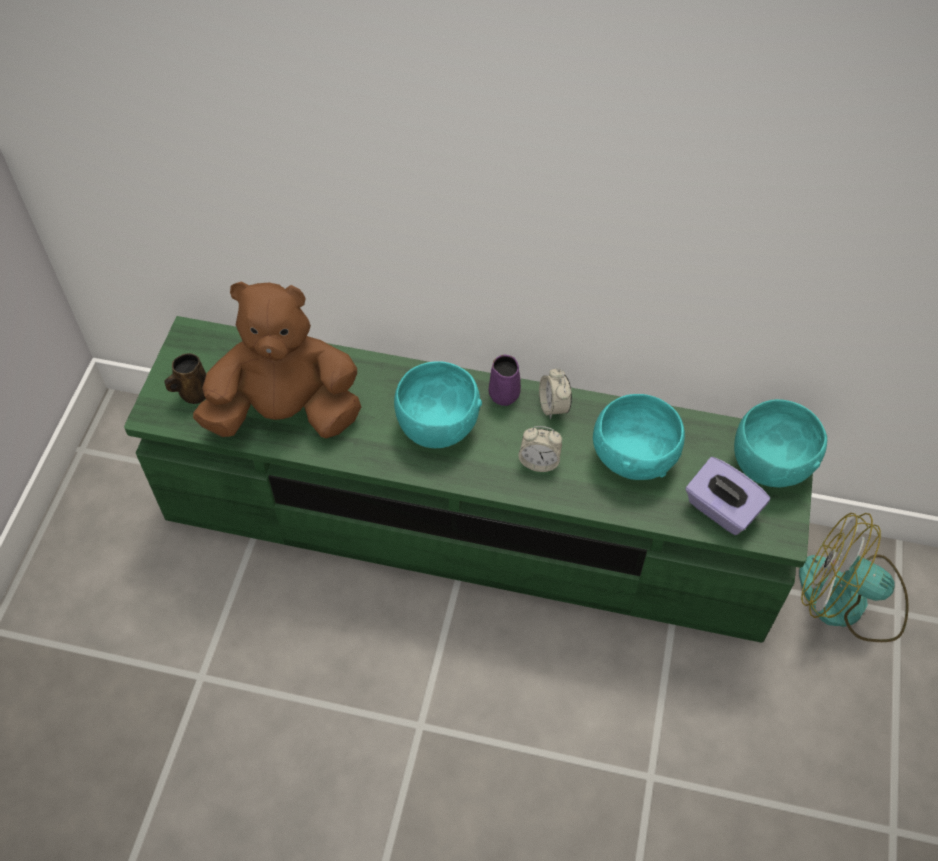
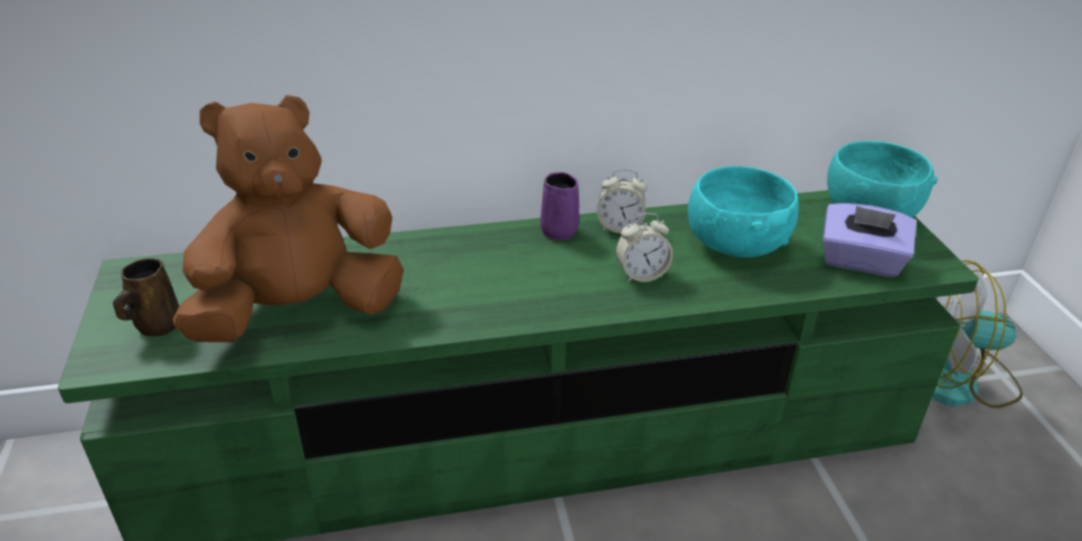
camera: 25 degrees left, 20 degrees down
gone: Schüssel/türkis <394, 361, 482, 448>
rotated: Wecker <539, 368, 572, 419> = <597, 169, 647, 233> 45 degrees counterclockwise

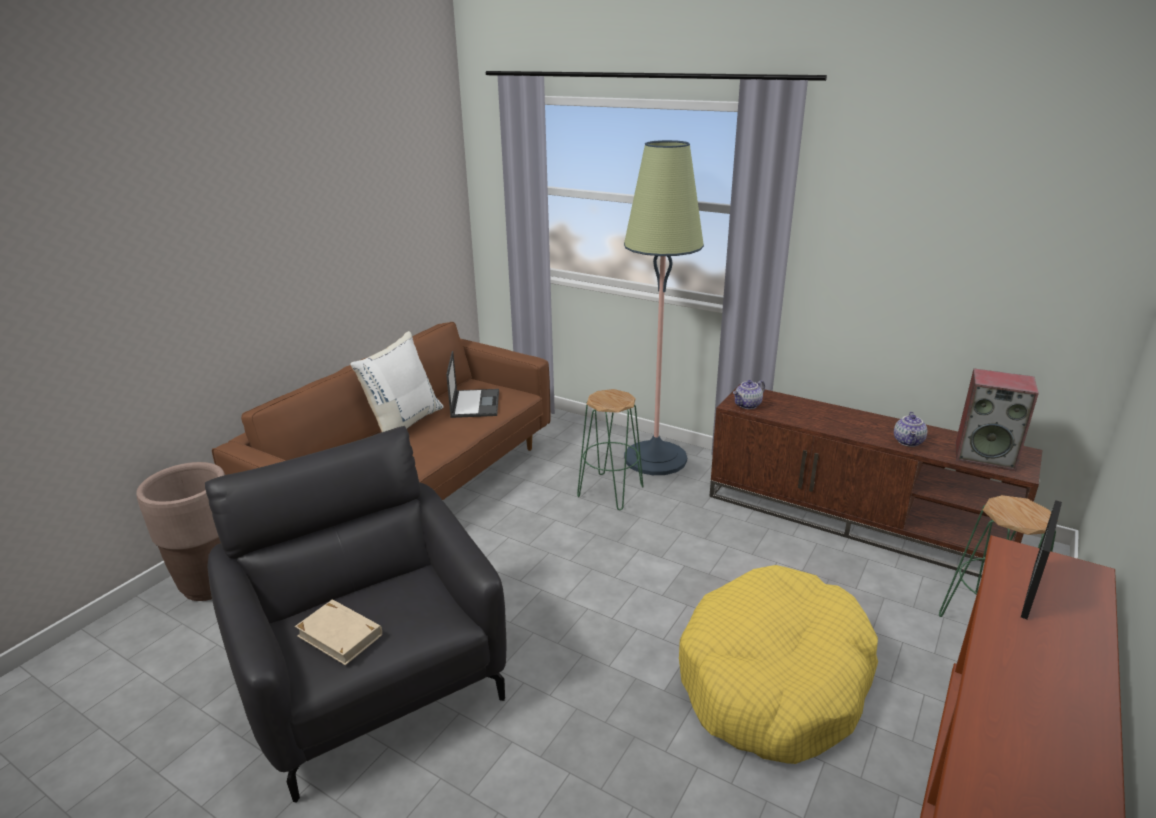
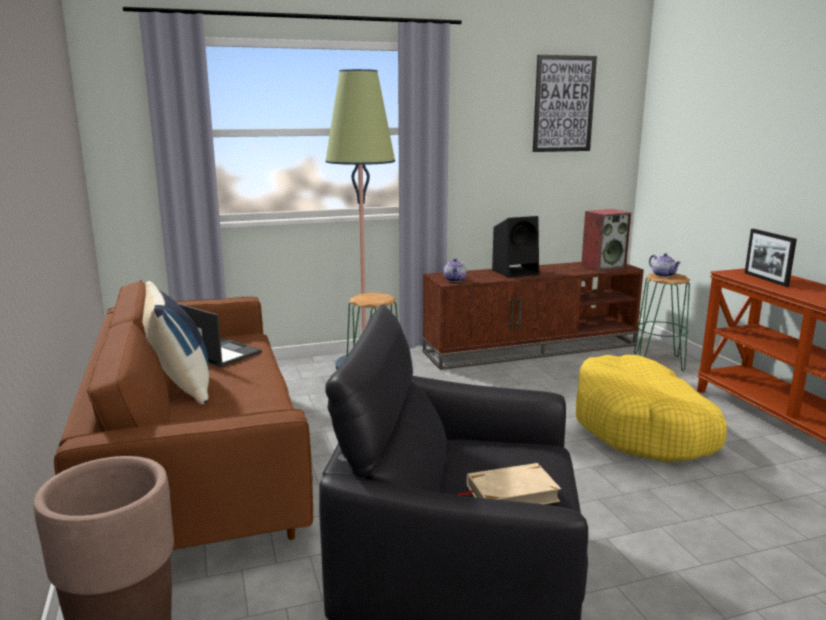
camera: 50 degrees left, 10 degrees down
new: Lautsprecher/schwarz <492, 216, 539, 278>; Bild <533, 55, 597, 152>
shifted: Teekanne <894, 412, 927, 447> to <649, 253, 681, 277>
repainted: Kissen/weiß <350, 331, 444, 432> to Kissen/blau <143, 281, 209, 405>

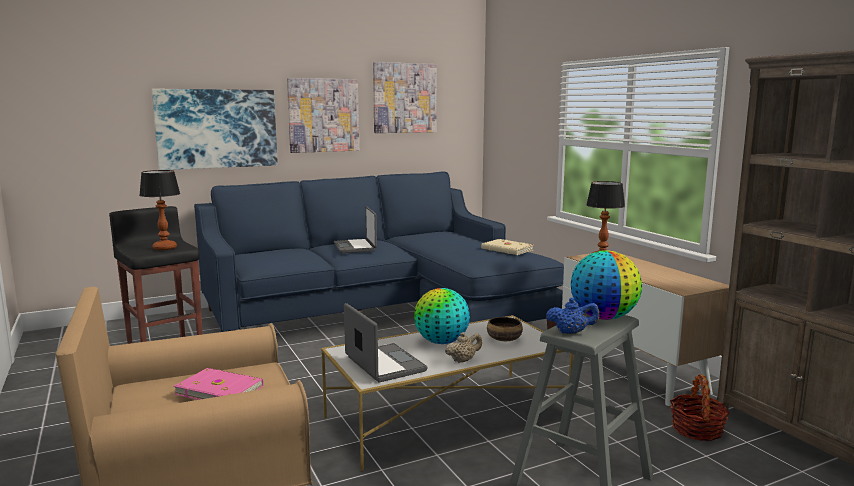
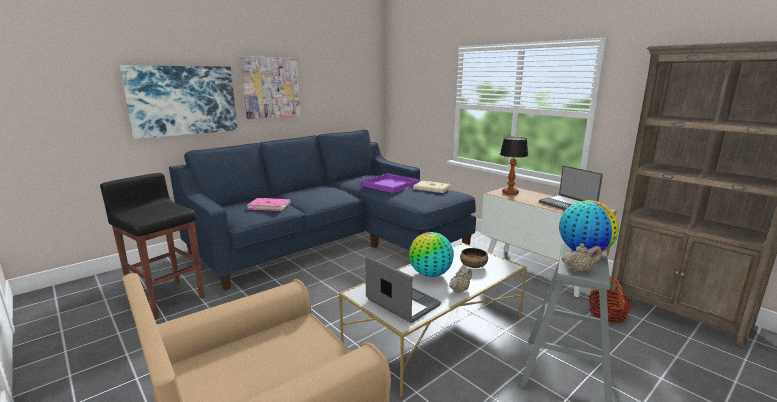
camera: 15 degrees left, 5 degrees up
gone: Tischlampe <139, 170, 180, 250>; Bild <373, 62, 437, 133>
new: Tablett/lila <360, 173, 421, 193>
shifted: Buch/rosa <174, 368, 264, 400> to <247, 198, 291, 211>; Laptop <334, 207, 377, 253> to <539, 165, 603, 210>
repainted: Teekanne/blau <546, 298, 599, 334> to Teekanne/beige <562, 243, 602, 272>

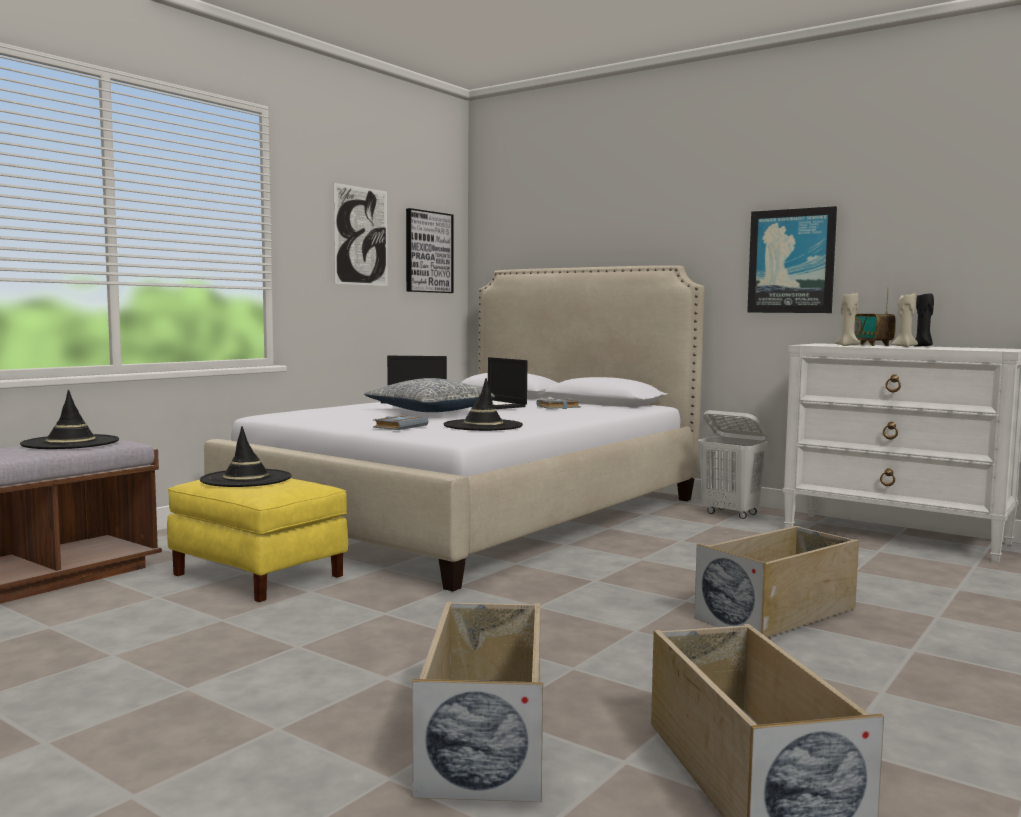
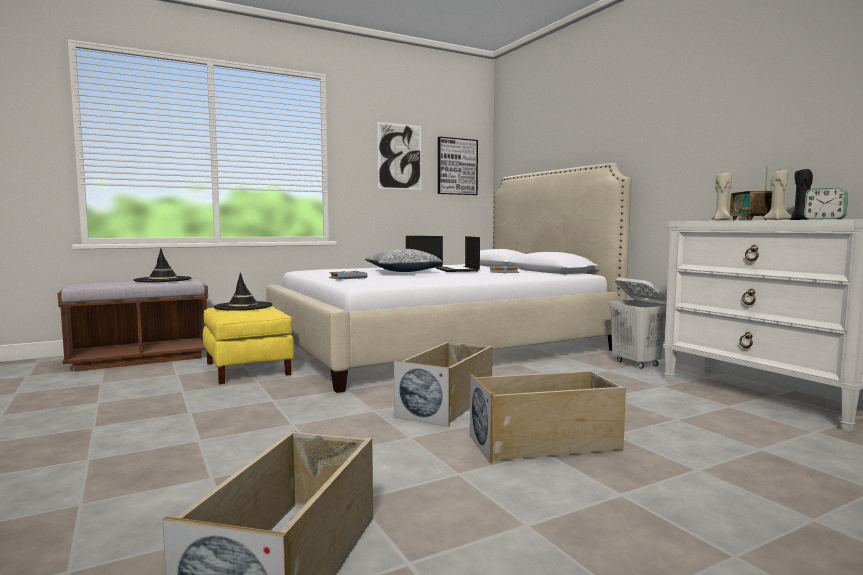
camera: 25 degrees right, 0 degrees up
gone: Hut/schwarz <444, 378, 523, 431>; Bild <747, 206, 837, 313>
new: Wecker <804, 187, 848, 220>
shifted: Aufbewahrungsbox/beige <412, 601, 543, 802> to <394, 341, 493, 427>

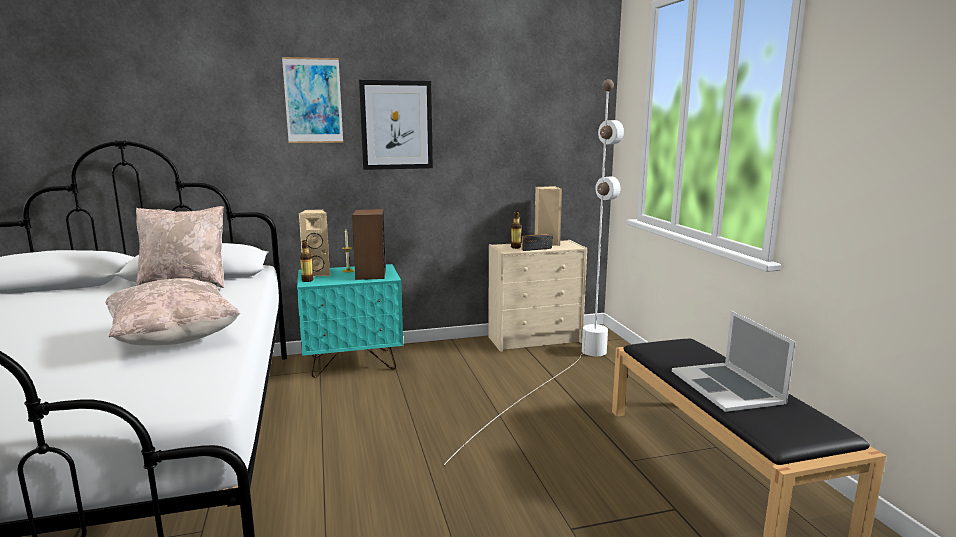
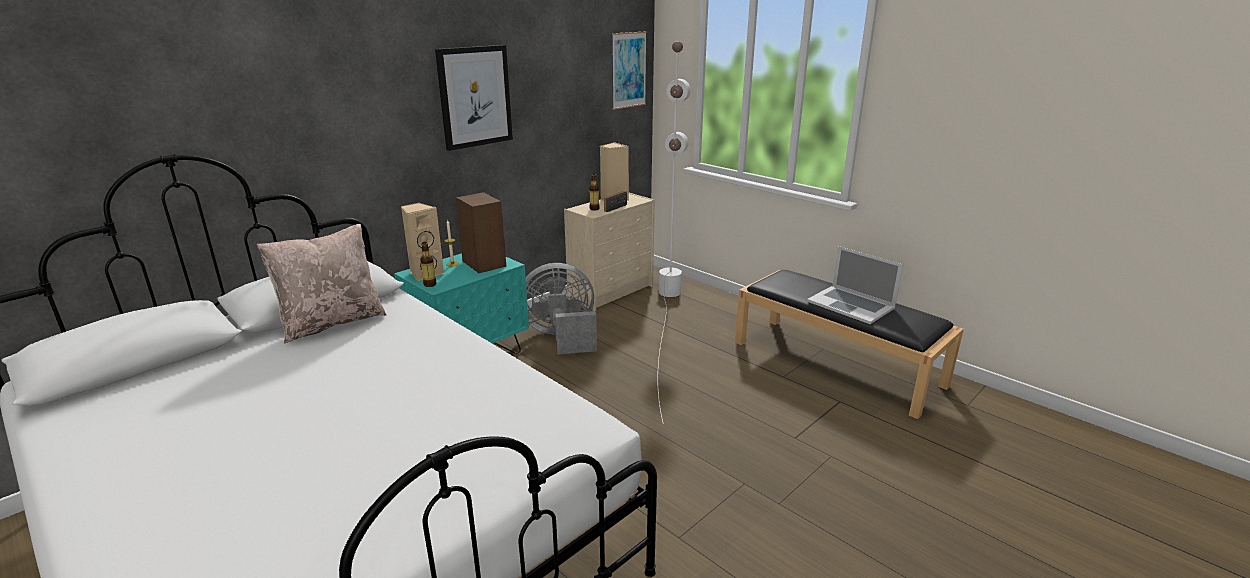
camera: 30 degrees left, 10 degrees up
gone: Kissen/beige <105, 278, 240, 346>
new: Ventilator/grau <526, 263, 597, 354>
shifted: Bild <282, 57, 343, 143> to <612, 31, 647, 110>

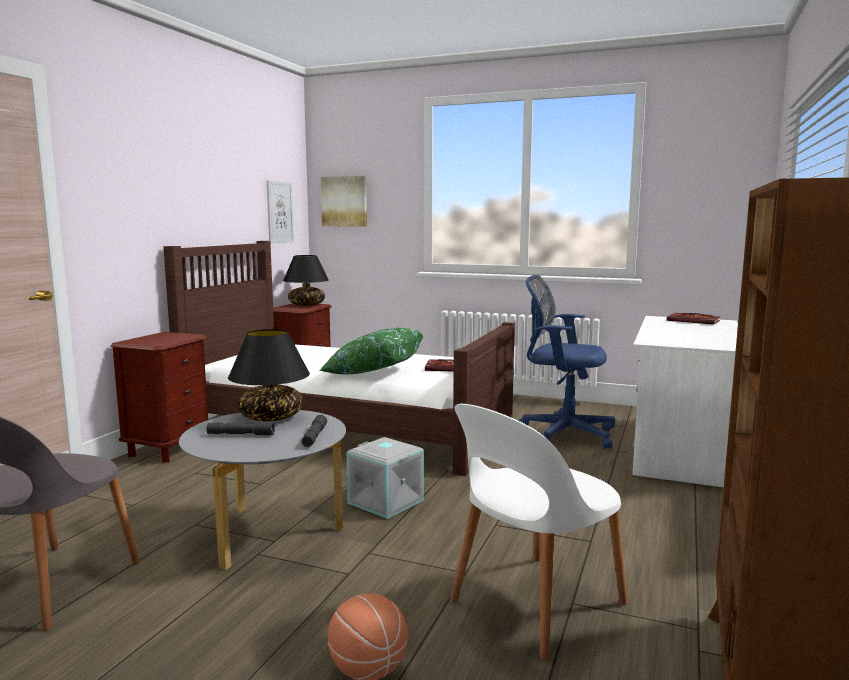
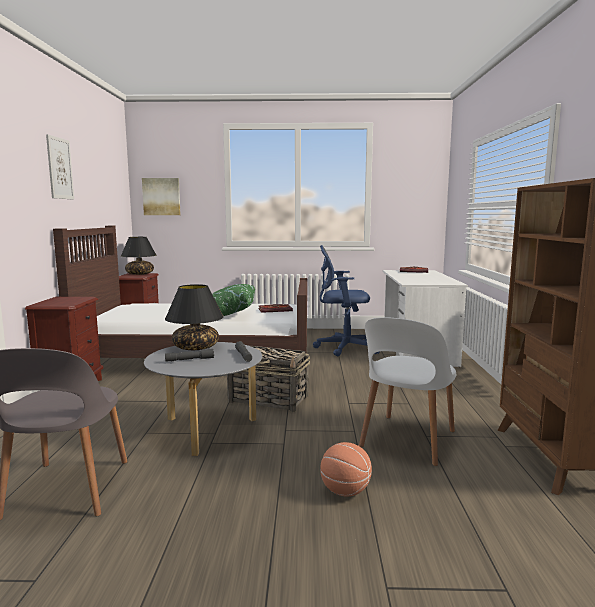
camera: 20 degrees left, 0 degrees up
shifted: Bild <267, 181, 294, 243> to <46, 134, 74, 199>
swapped: Aufbewahrungsbox/grau <347, 437, 424, 519> to Korb <227, 345, 310, 412>

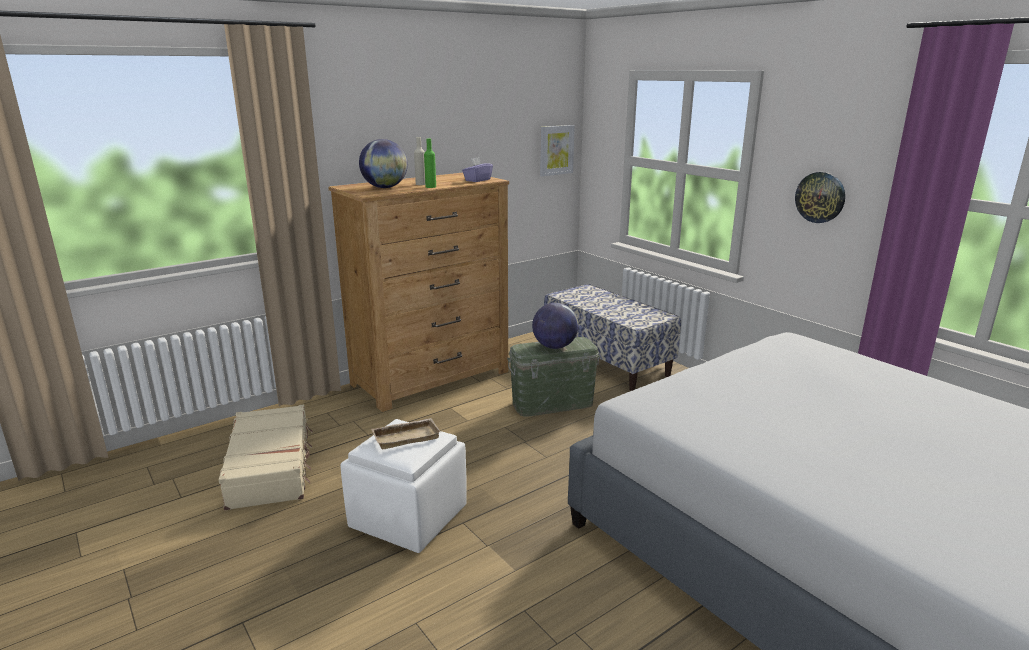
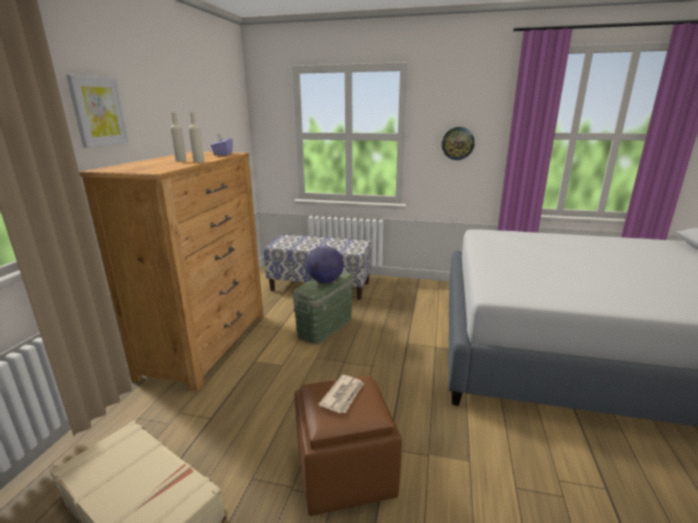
camera: 40 degrees left, 0 degrees up
gone: Globus <359, 139, 408, 188>
shifted: Bild <540, 125, 575, 176> to <66, 75, 129, 148>
swapped: Tablett/beige <371, 418, 441, 449> to Zeitung <318, 375, 364, 413>
repainted: Polsterhocker/weiß <340, 419, 467, 553> to Polsterhocker/braun <295, 375, 402, 516>; Flasche/grün <424, 139, 436, 188> to Flasche/beige <189, 112, 204, 162>

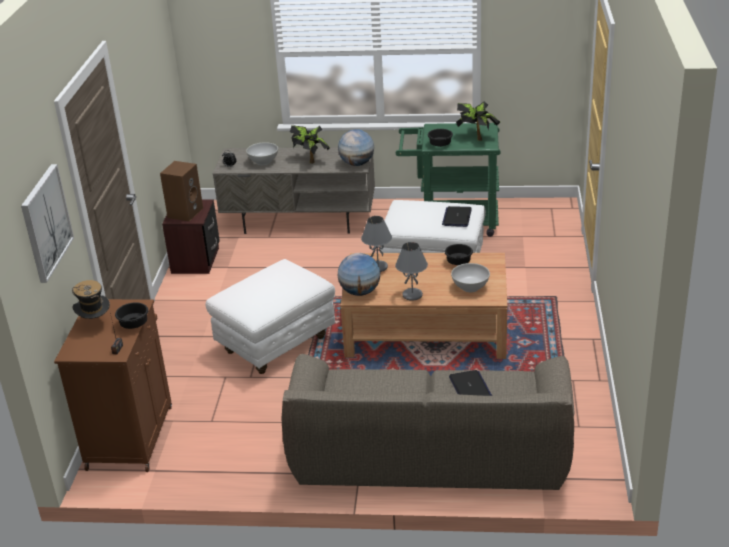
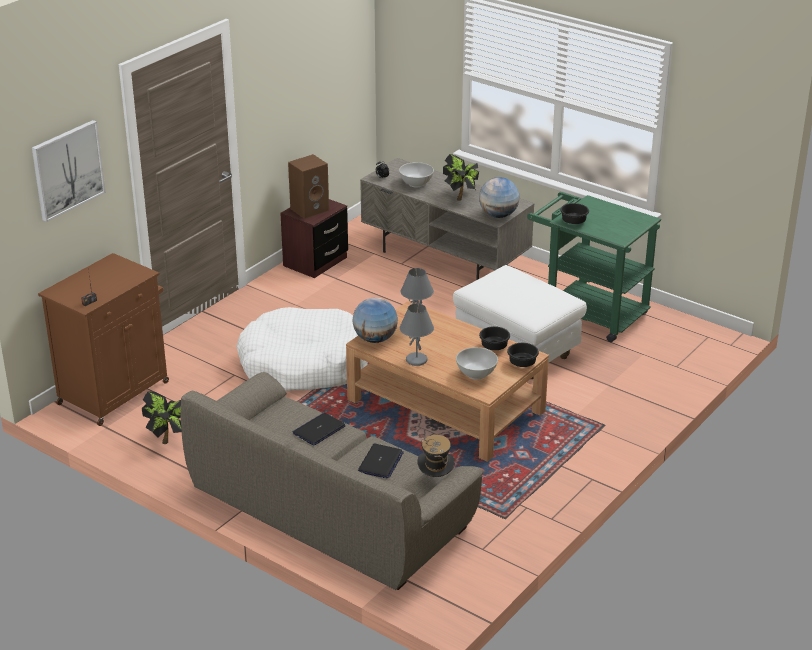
camera: 30 degrees right, 0 degrees up
shifted: Hut <72, 280, 110, 319> to <417, 435, 455, 477>; Schüssel/schwarz <115, 302, 148, 329> to <507, 343, 539, 367>; Laptop <442, 206, 472, 227> to <293, 413, 346, 446>; Topfpflanze <456, 101, 500, 141> to <142, 391, 182, 444>
swapped: Polsterhocker/weiß <206, 259, 335, 374> to Hundebett/weiß <236, 307, 368, 391>

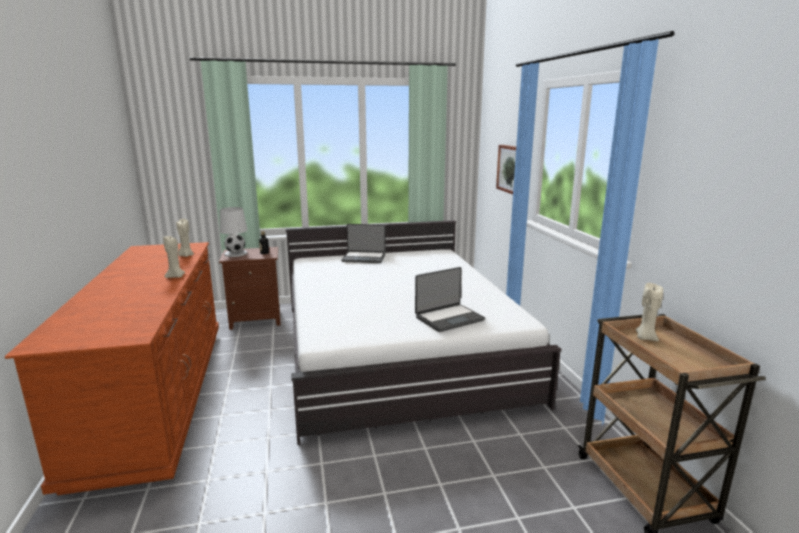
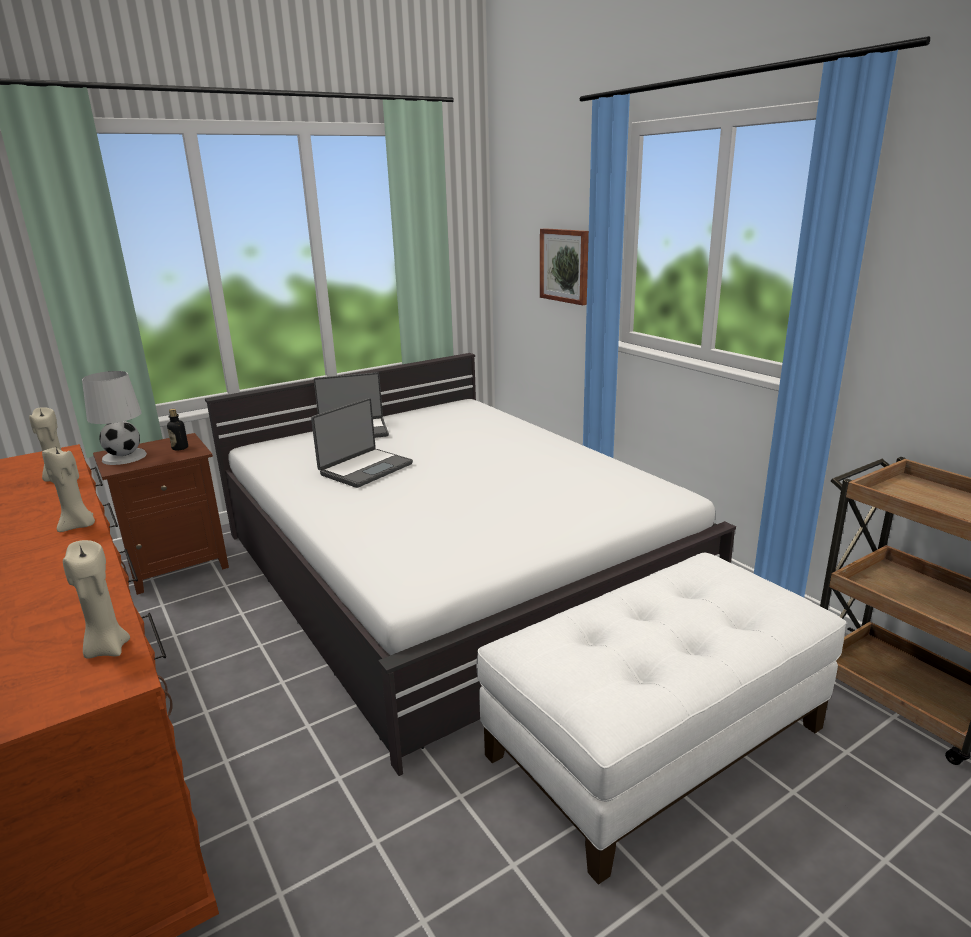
camera: 20 degrees left, 5 degrees up
new: Polsterhocker/weiß <476, 553, 847, 885>
shifted: Laptop <415, 267, 485, 332> to <311, 398, 413, 488>; Kerze/beige <635, 283, 663, 341> to <63, 540, 130, 659>

